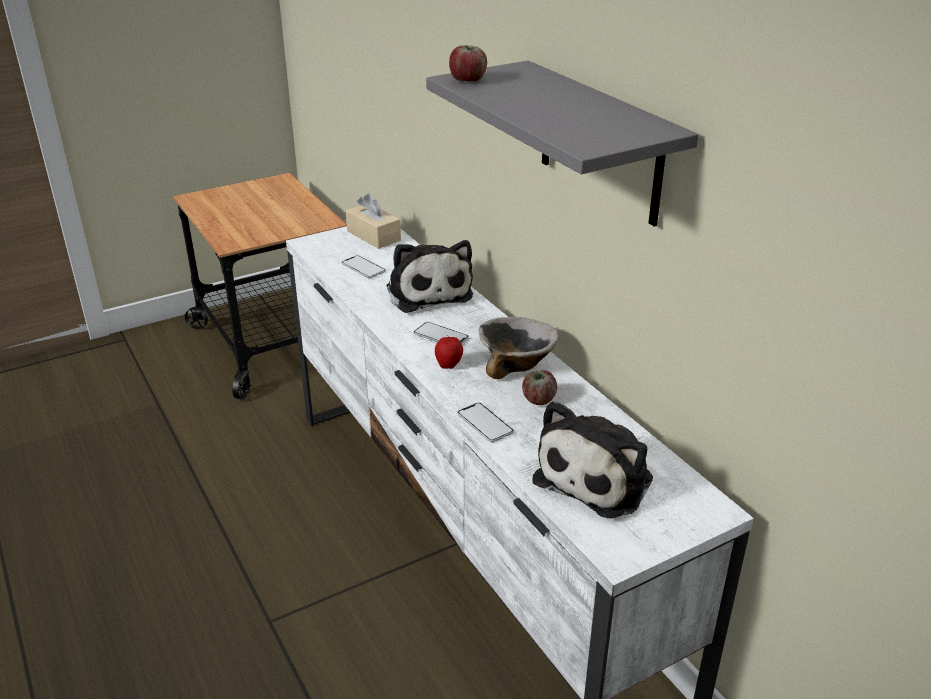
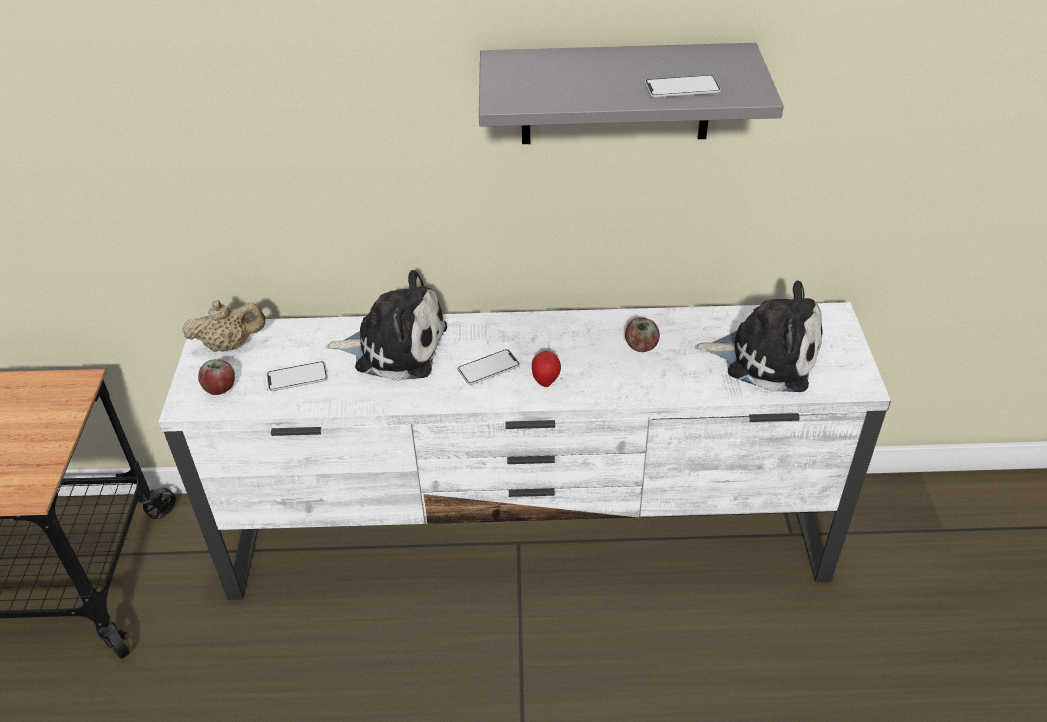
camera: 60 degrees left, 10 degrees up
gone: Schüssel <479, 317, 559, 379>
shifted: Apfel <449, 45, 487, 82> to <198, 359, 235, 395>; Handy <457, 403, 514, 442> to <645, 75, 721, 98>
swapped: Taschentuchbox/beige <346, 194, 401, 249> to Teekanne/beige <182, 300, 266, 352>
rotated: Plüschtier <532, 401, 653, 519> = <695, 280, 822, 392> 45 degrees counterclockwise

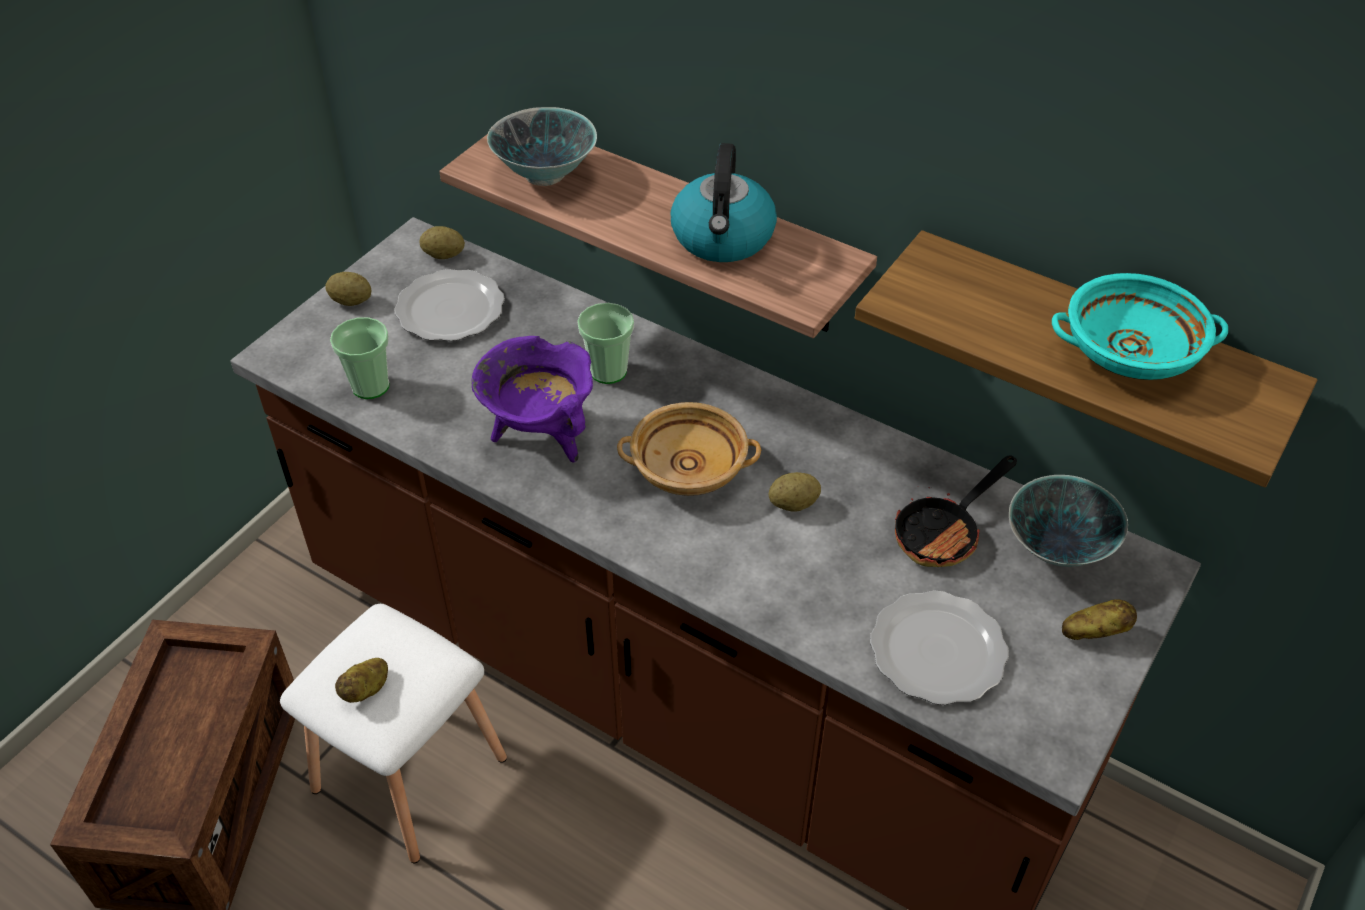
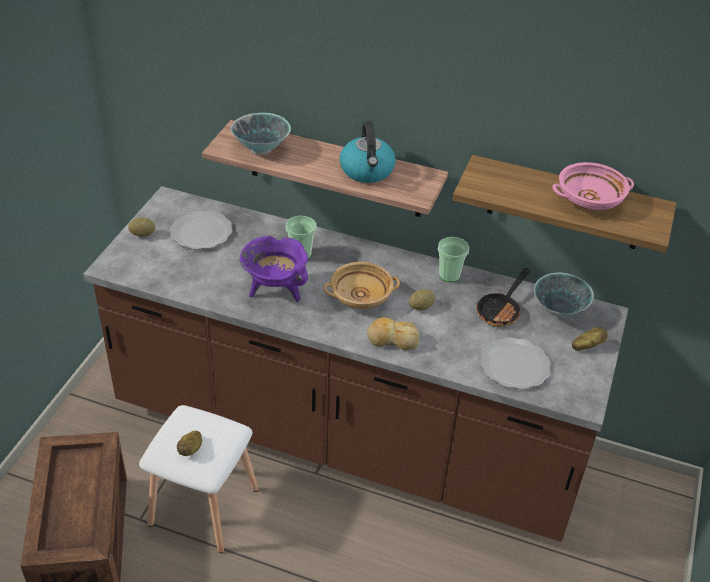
camera: 15 degrees left, 5 degrees down
gone: Kartoffel <419, 226, 465, 259>
new: Brot <367, 317, 420, 350>
shifted: Tasse <330, 317, 389, 399> to <438, 237, 469, 282>
repainted: Schüssel/türkis <1052, 273, 1228, 380> to Schüssel/rosa <552, 162, 634, 211>

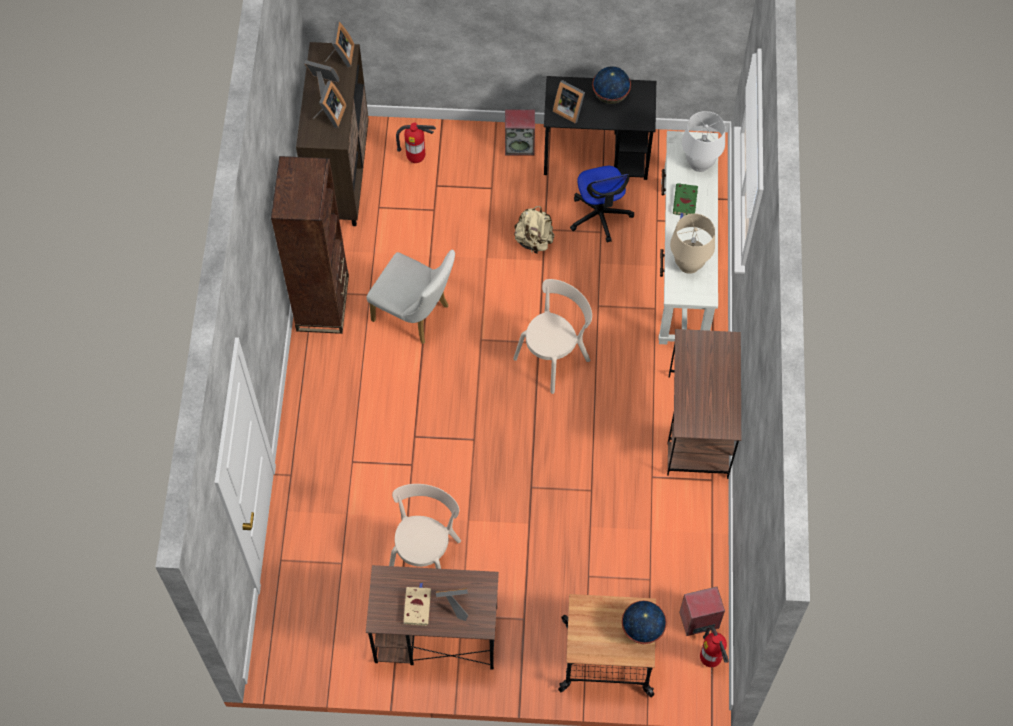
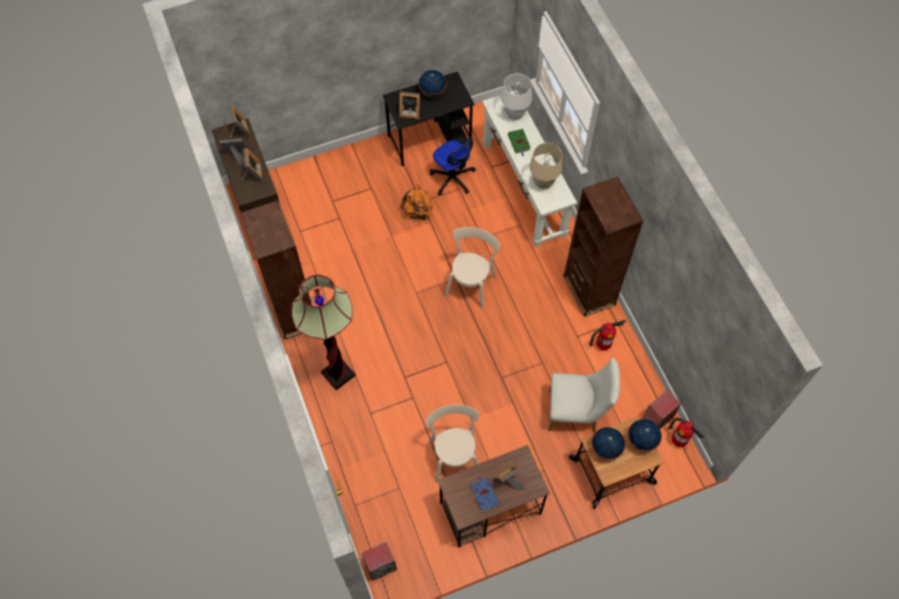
camera: 25 degrees left, 0 degrees up
new: Stehlampe <292, 275, 355, 390>; Globus <591, 427, 625, 460>
shifted: Stuhl/weiß <367, 250, 455, 344> to <548, 358, 620, 432>; Feuerlöscher <396, 123, 436, 163> to <589, 320, 626, 350>; Lautsprecher <505, 110, 535, 155> to <362, 542, 397, 581>
swapped: Schreibtisch/braun <667, 329, 741, 479> to Bücherregal/braun <564, 177, 643, 317>
repainted: Buch/beige <403, 583, 431, 626> to Buch/blau <471, 477, 500, 512>; Rucksack/beige <514, 206, 554, 253> to Rucksack/orange <401, 185, 433, 221>

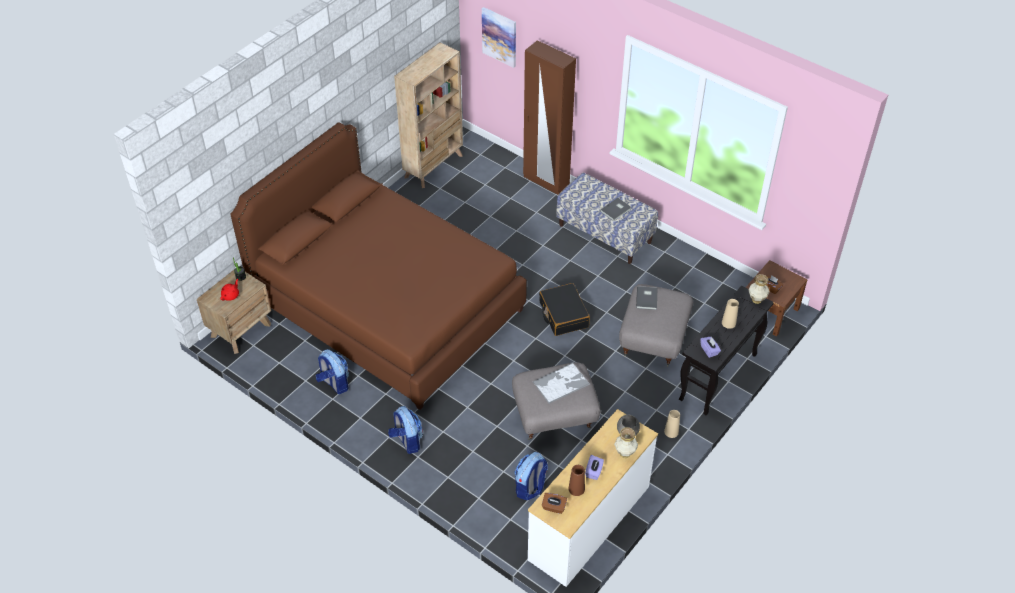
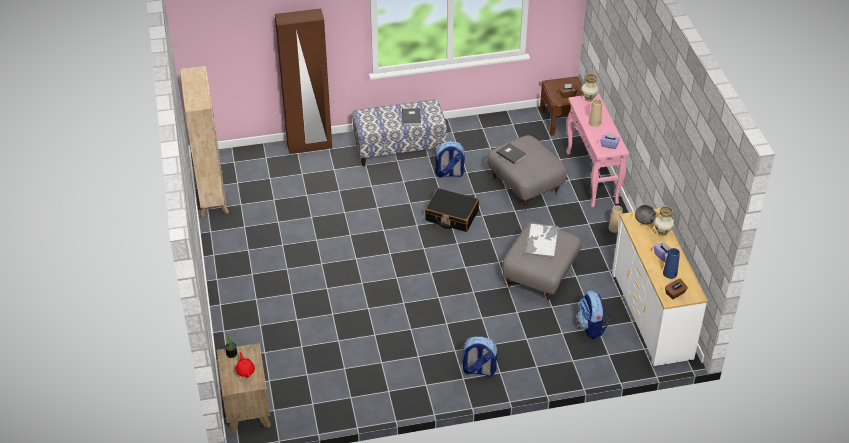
camera: 50 degrees left, 5 degrees down
gone: Bett/braun <230, 122, 527, 410>; Bild <482, 7, 516, 68>
shifted: Rucksack <316, 349, 349, 394> to <435, 141, 465, 177>
repainted: Vase/braun <569, 465, 585, 496> to Vase/blau <663, 248, 680, 279>; Konsolentisch/schwarz <679, 286, 774, 415> to Konsolentisch/rosa <566, 93, 630, 208>

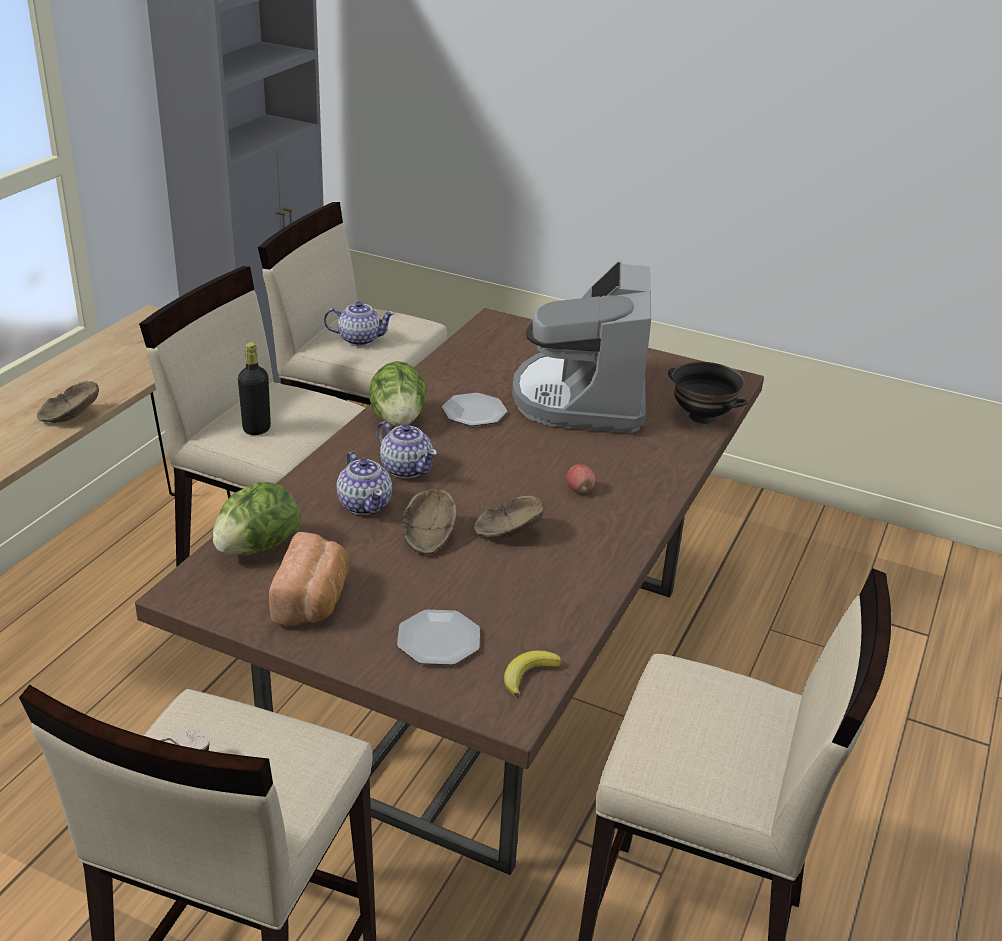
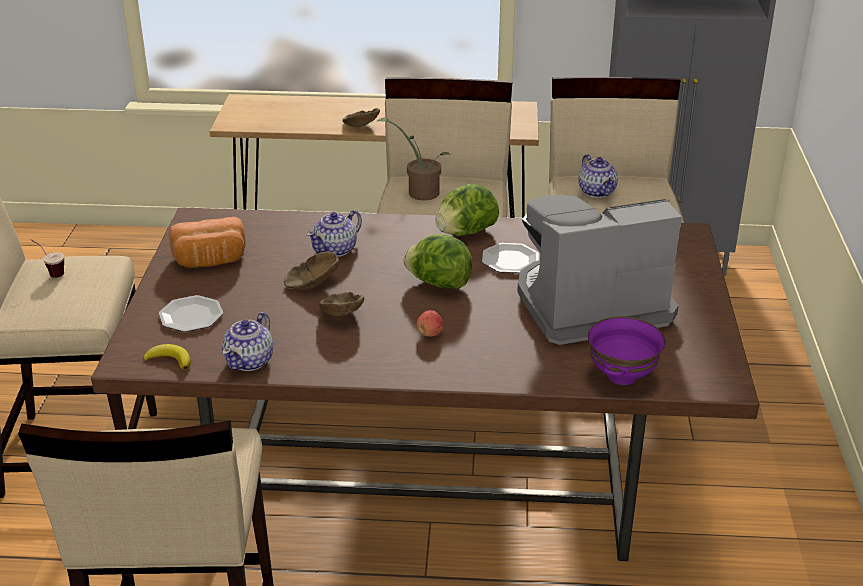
camera: 70 degrees right, 0 degrees up
shifted: Salatkopf <213, 482, 301, 556> to <403, 234, 472, 289>; Teekanne <376, 421, 437, 478> to <222, 312, 273, 371>
swapped: Flasche/schwarz <238, 342, 271, 435> to Topfpflanze <378, 118, 451, 200>
repainted: Schüssel/schwarz <668, 362, 748, 424> to Schüssel/lila <588, 316, 666, 385>

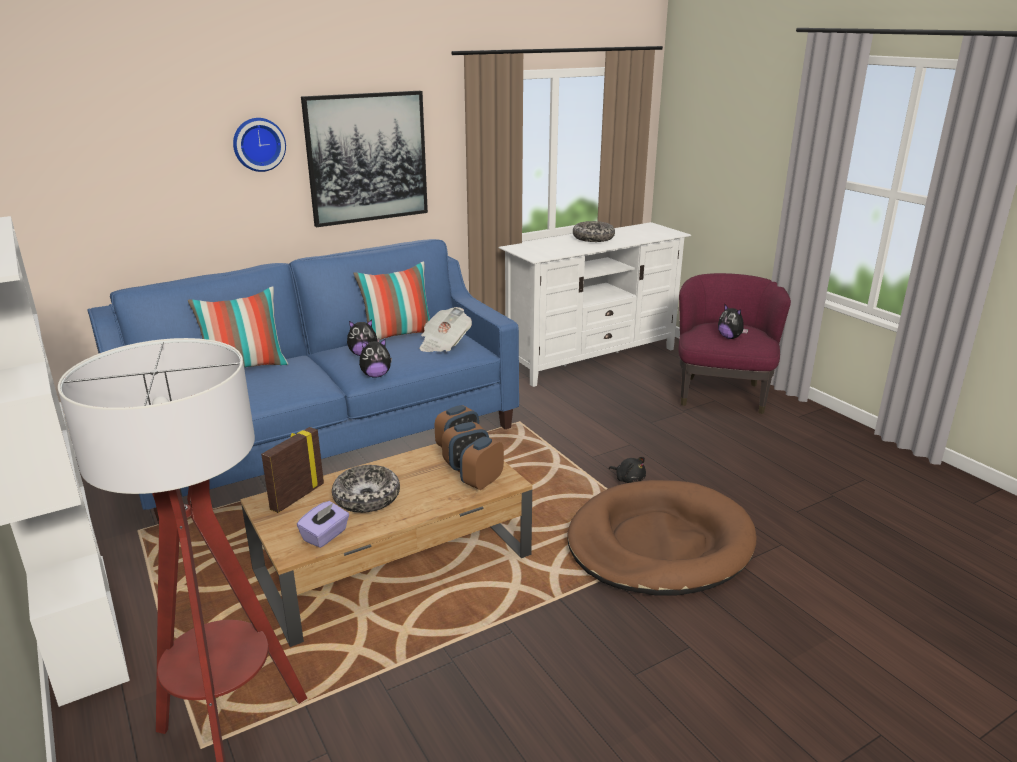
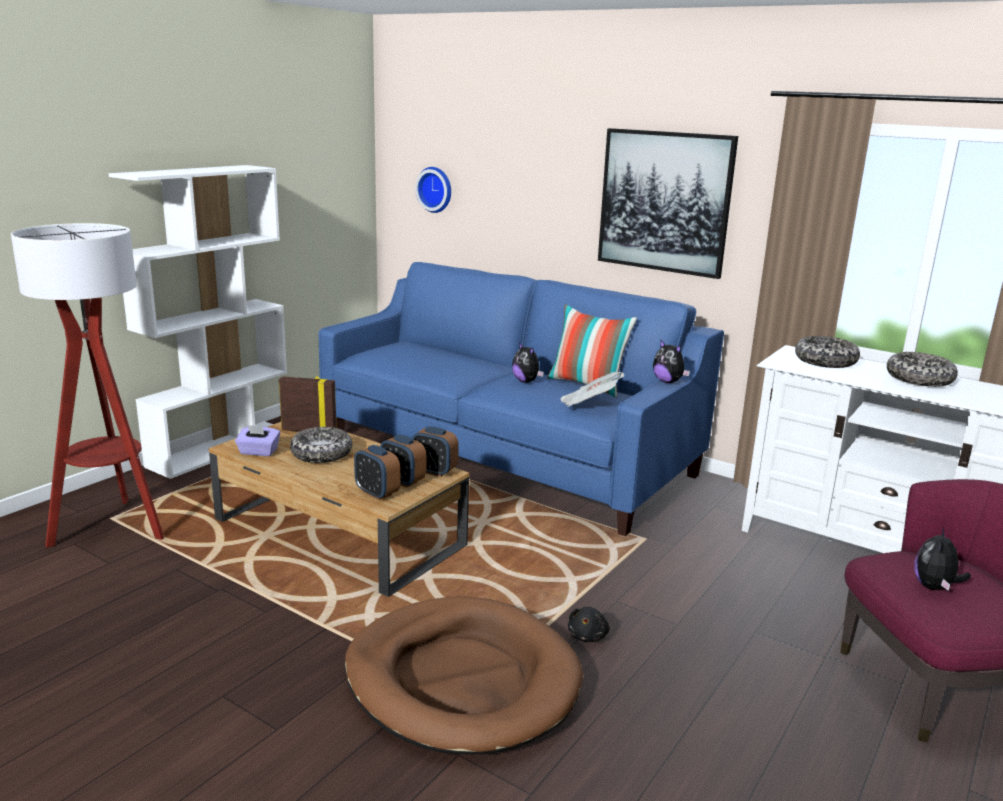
camera: 65 degrees right, 5 degrees down
gone: Kissen <188, 286, 288, 368>
new: Schüssel <795, 336, 860, 368>
shifted: Wanduhr <233, 118, 286, 172> to <415, 167, 451, 213>; Plüschtier <359, 338, 392, 378> to <653, 340, 690, 383>
rotated: Wecker <460, 436, 504, 490> = <354, 445, 400, 500> 150 degrees counterclockwise

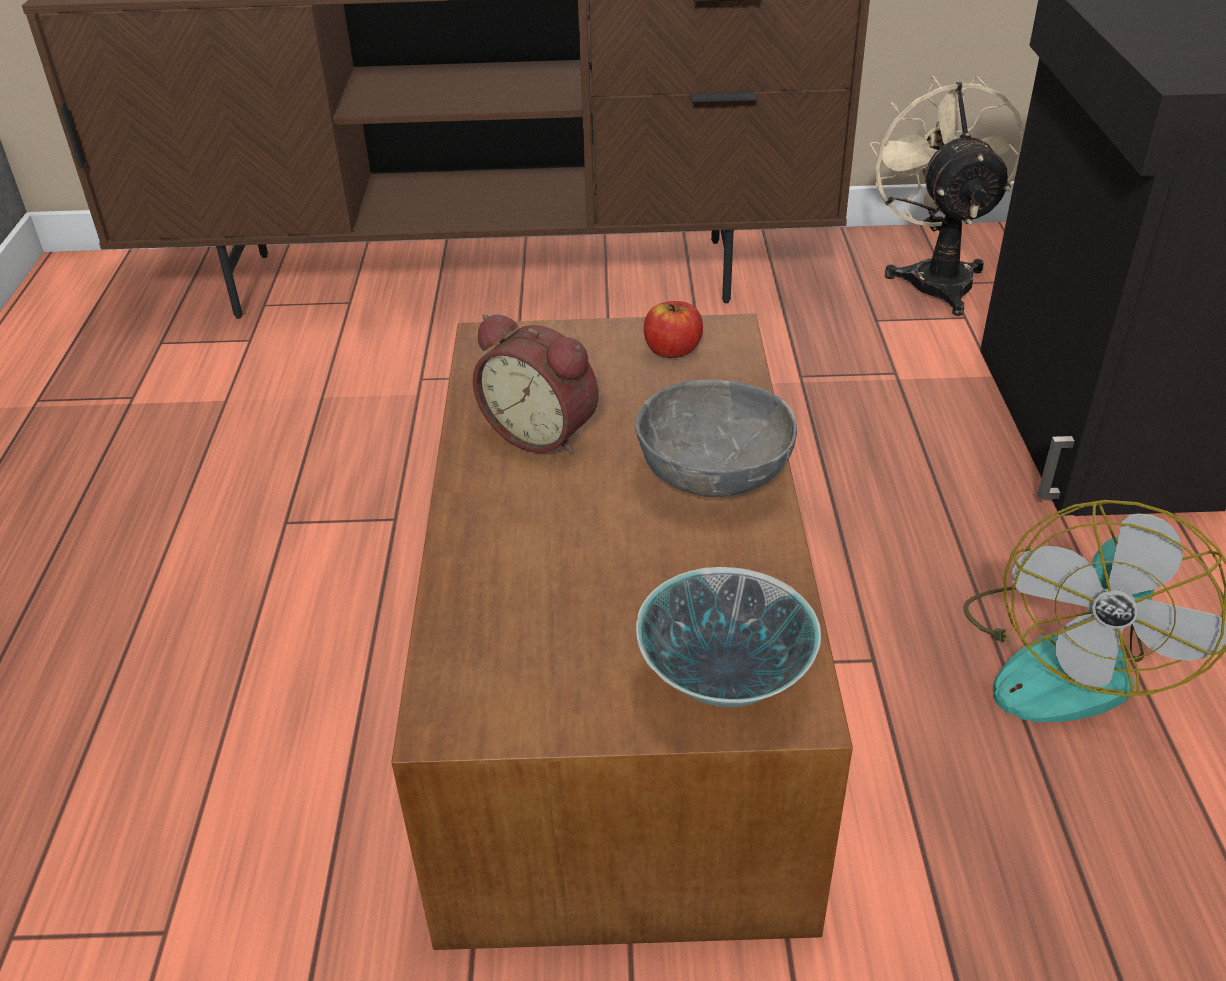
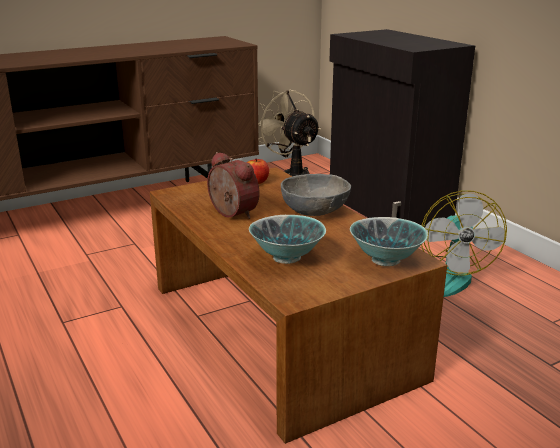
camera: 30 degrees left, 15 degrees down
new: Schüssel <249, 215, 326, 264>
rotated: Wecker <473, 314, 599, 455> = <207, 152, 260, 219> 135 degrees counterclockwise

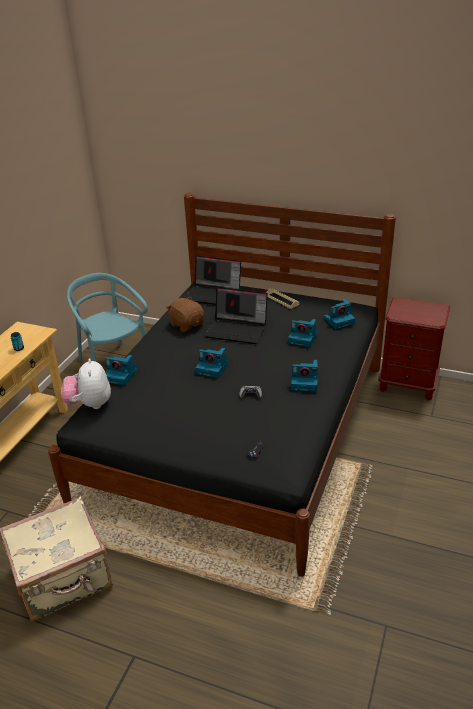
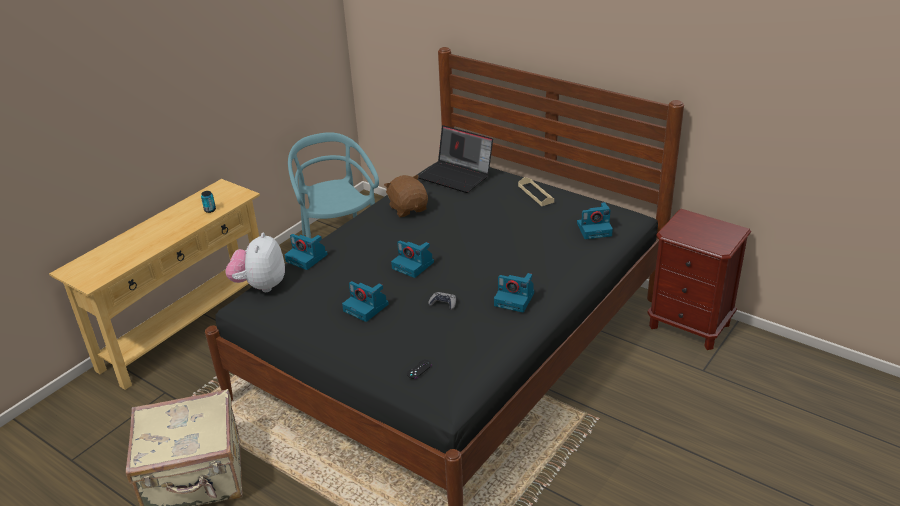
camera: 15 degrees right, 0 degrees up
gone: Laptop <205, 287, 268, 344>
shifted: Kamera <288, 319, 317, 347> to <342, 281, 389, 322>

